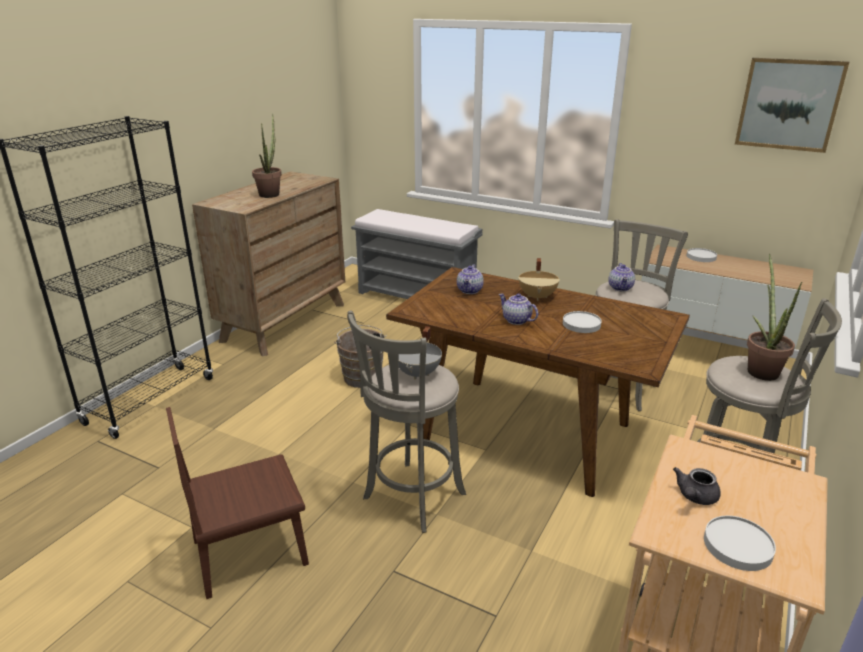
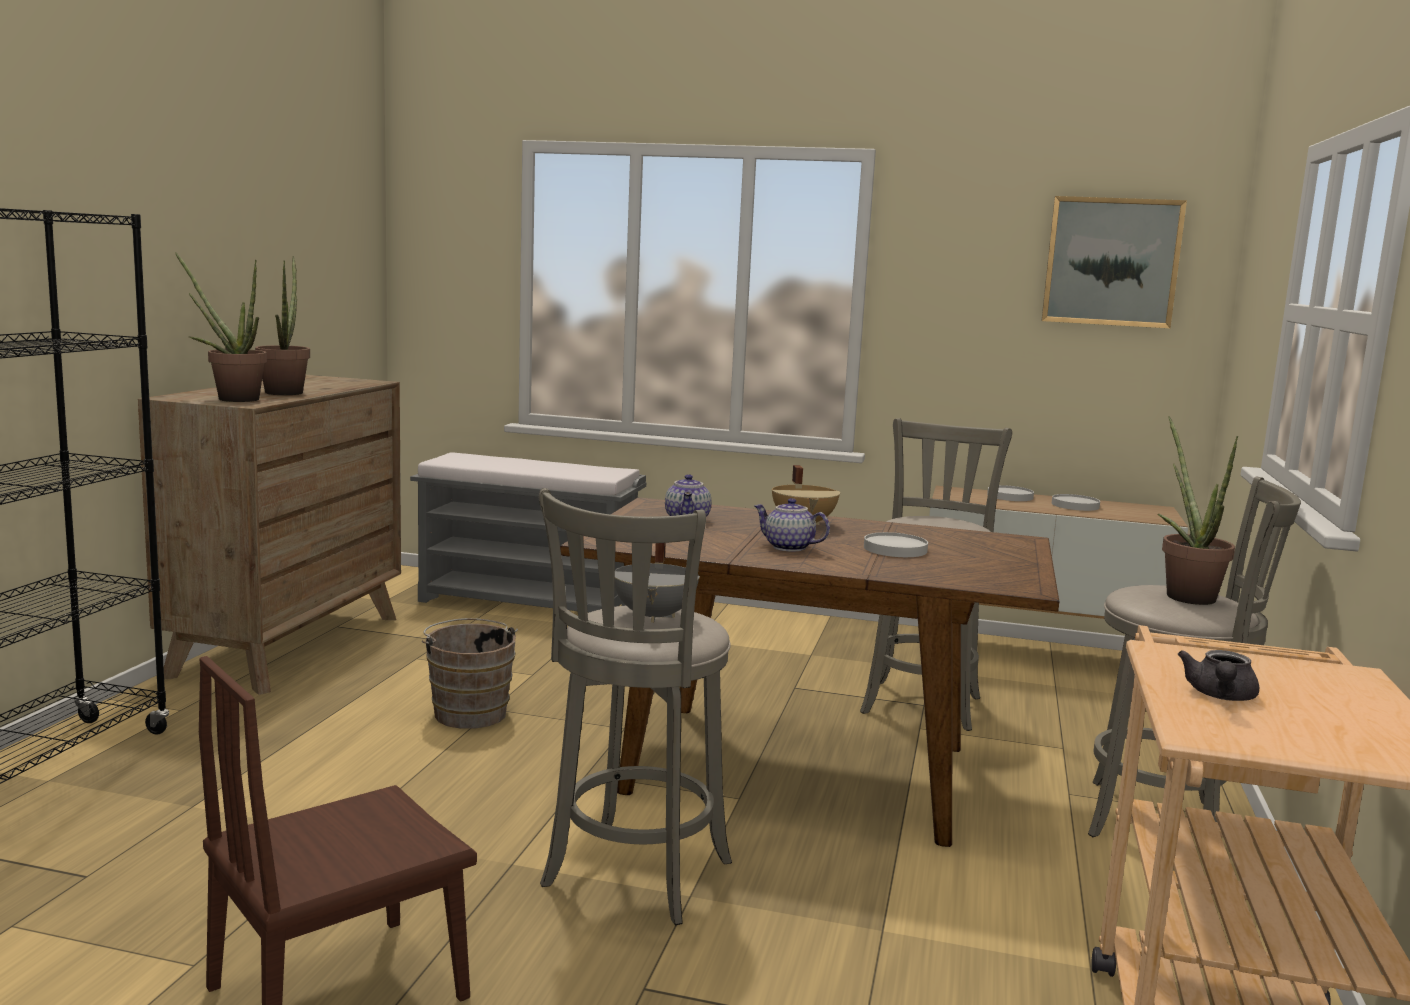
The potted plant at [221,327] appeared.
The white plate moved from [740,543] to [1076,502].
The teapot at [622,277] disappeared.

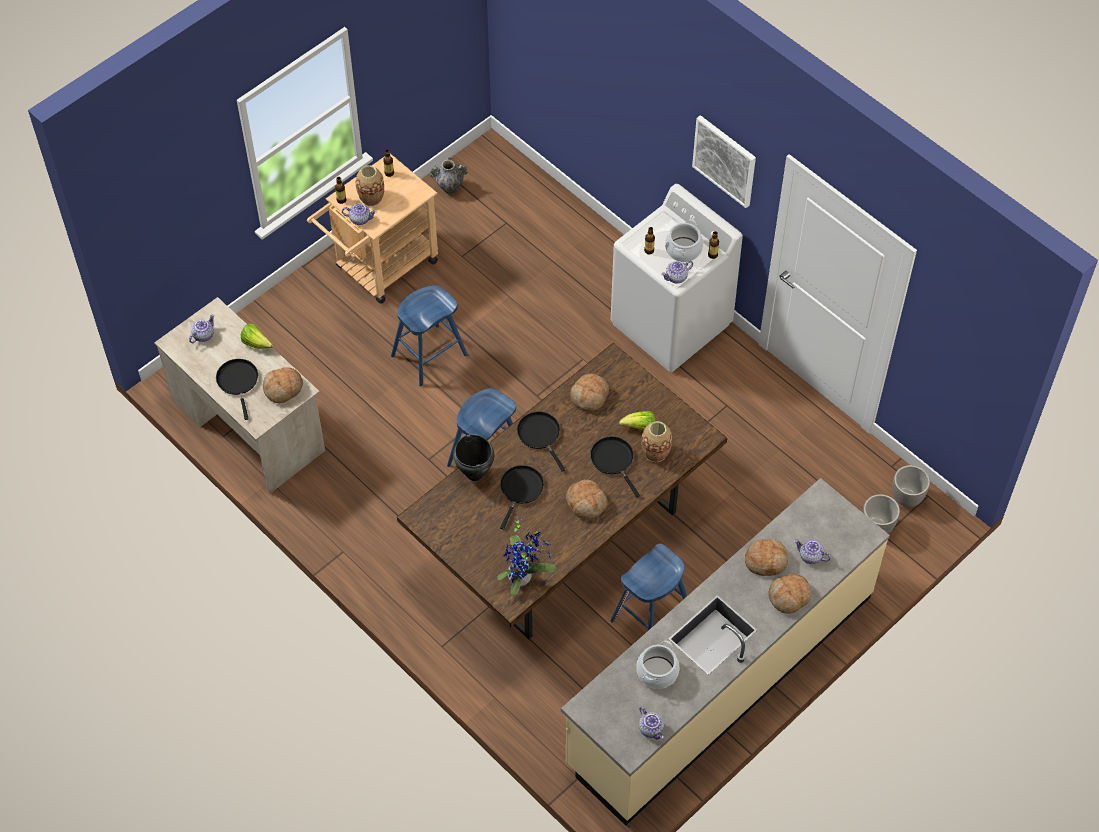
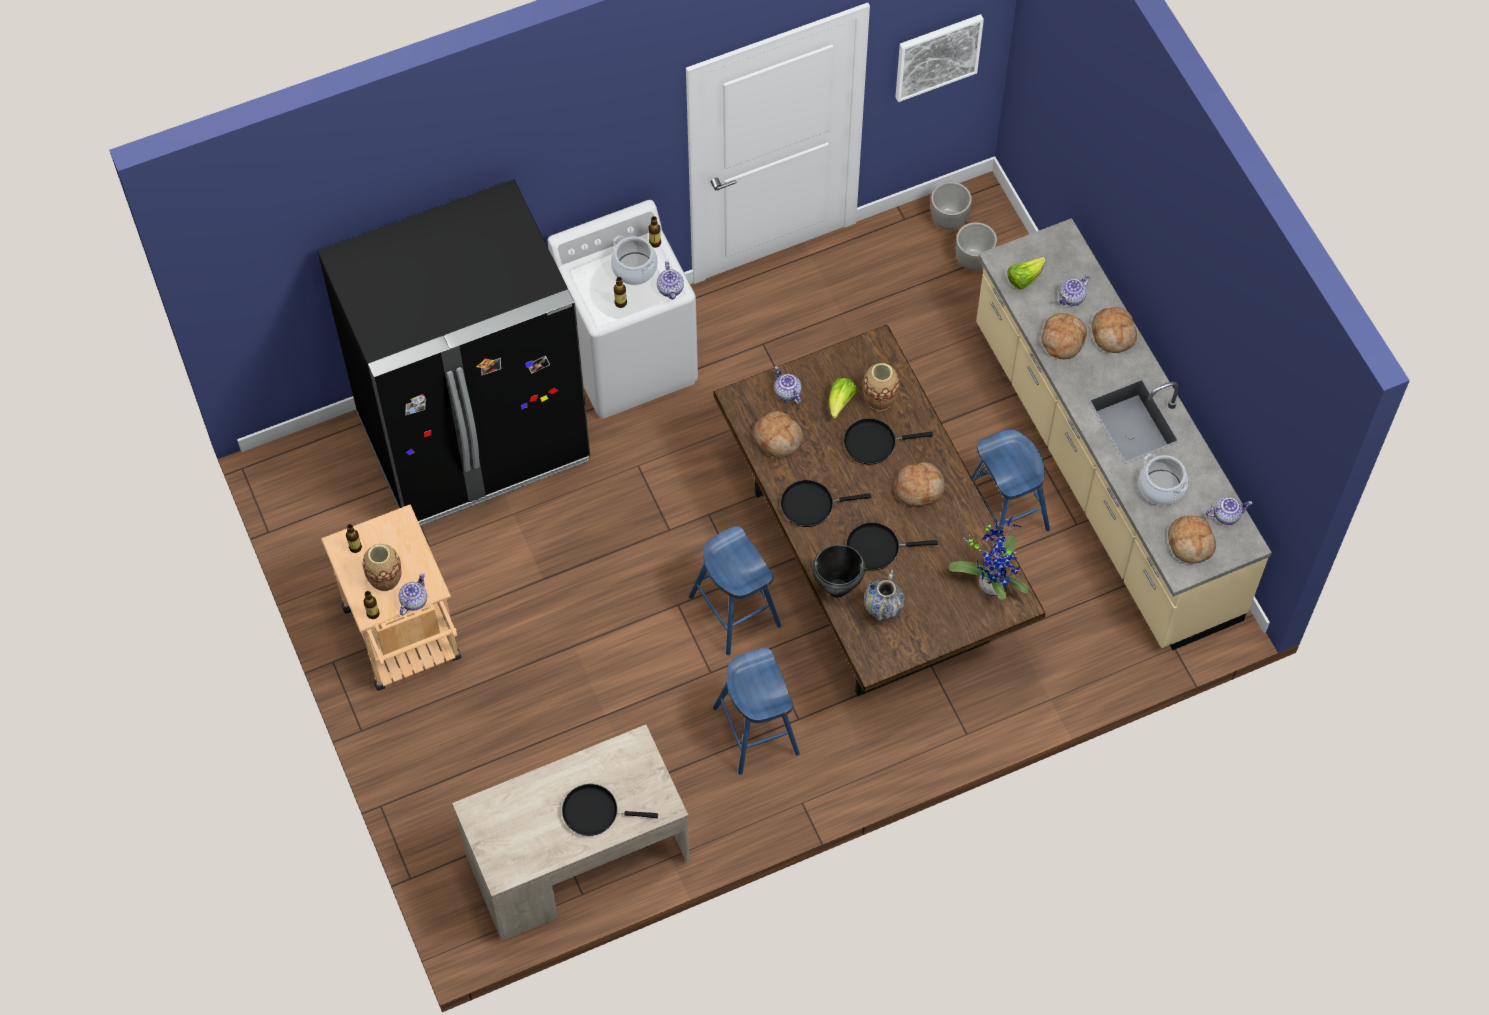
The black fridge at [453,352] appeared.
The blue stool moved from [429,336] to [756,711].
The teapot moved from [201,328] to [787,385].
The black frying pan at [522,497] turned 45 degrees counterclockwise.
The vase moved from [449,176] to [884,595].
The picture moved from [724,161] to [939,58].
The lettuce moved from [257,336] to [1026,273].
The bread moved from [283,385] to [1192,539].

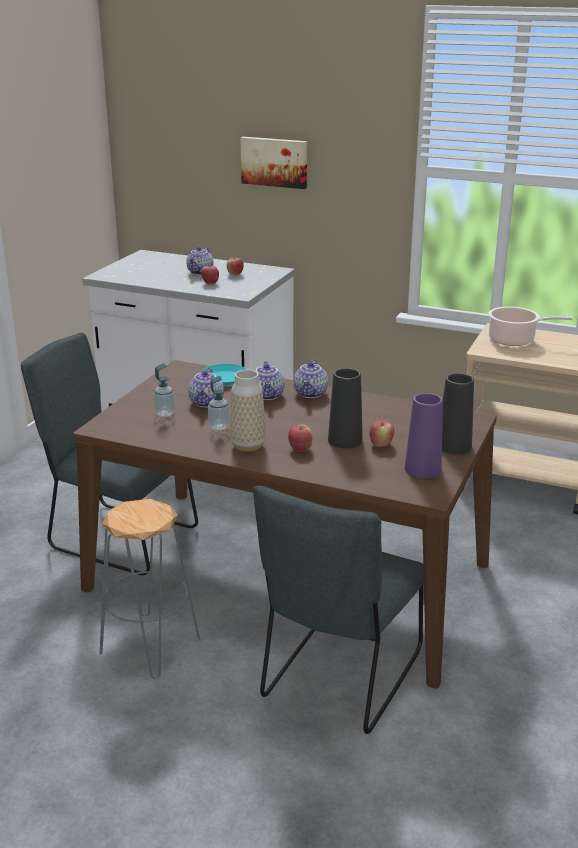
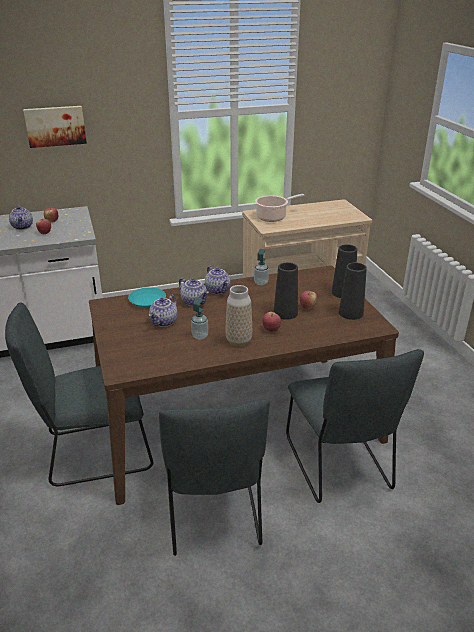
The teapot at [206,388] turned 60 degrees clockwise.
The grey stool at [150,589] was replaced by the grey chair at [214,477].
The soap dispenser moved from [164,390] to [261,267].
The purple vase at [424,435] became the black vase at [353,291].

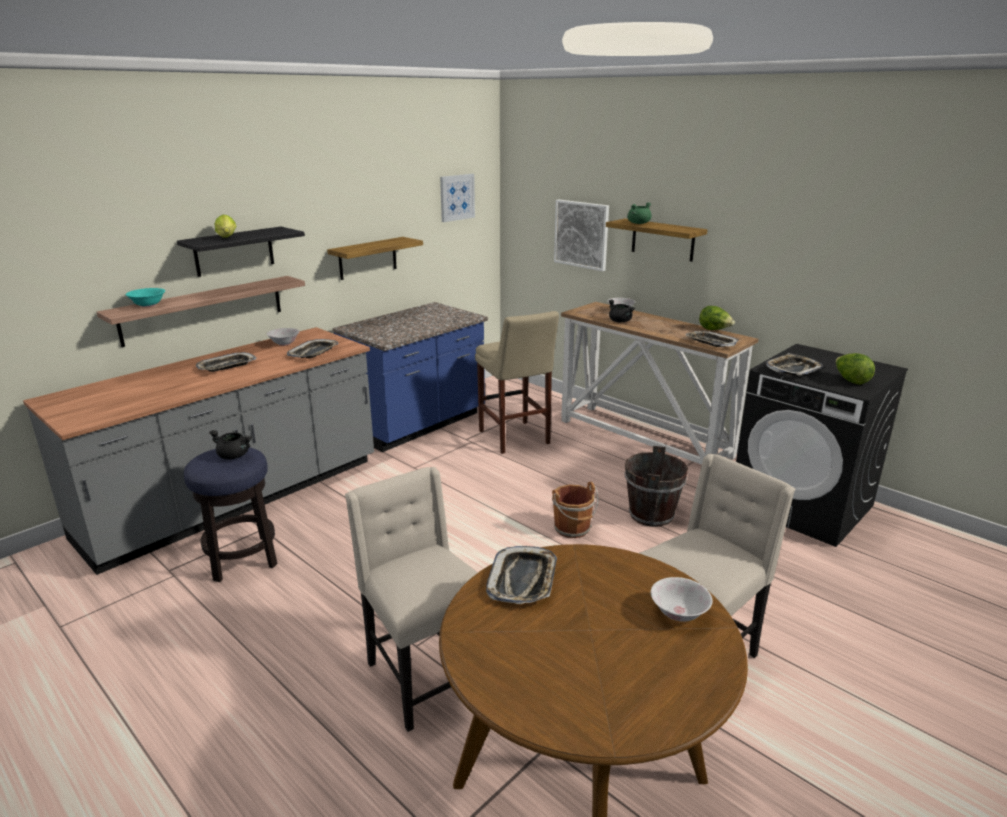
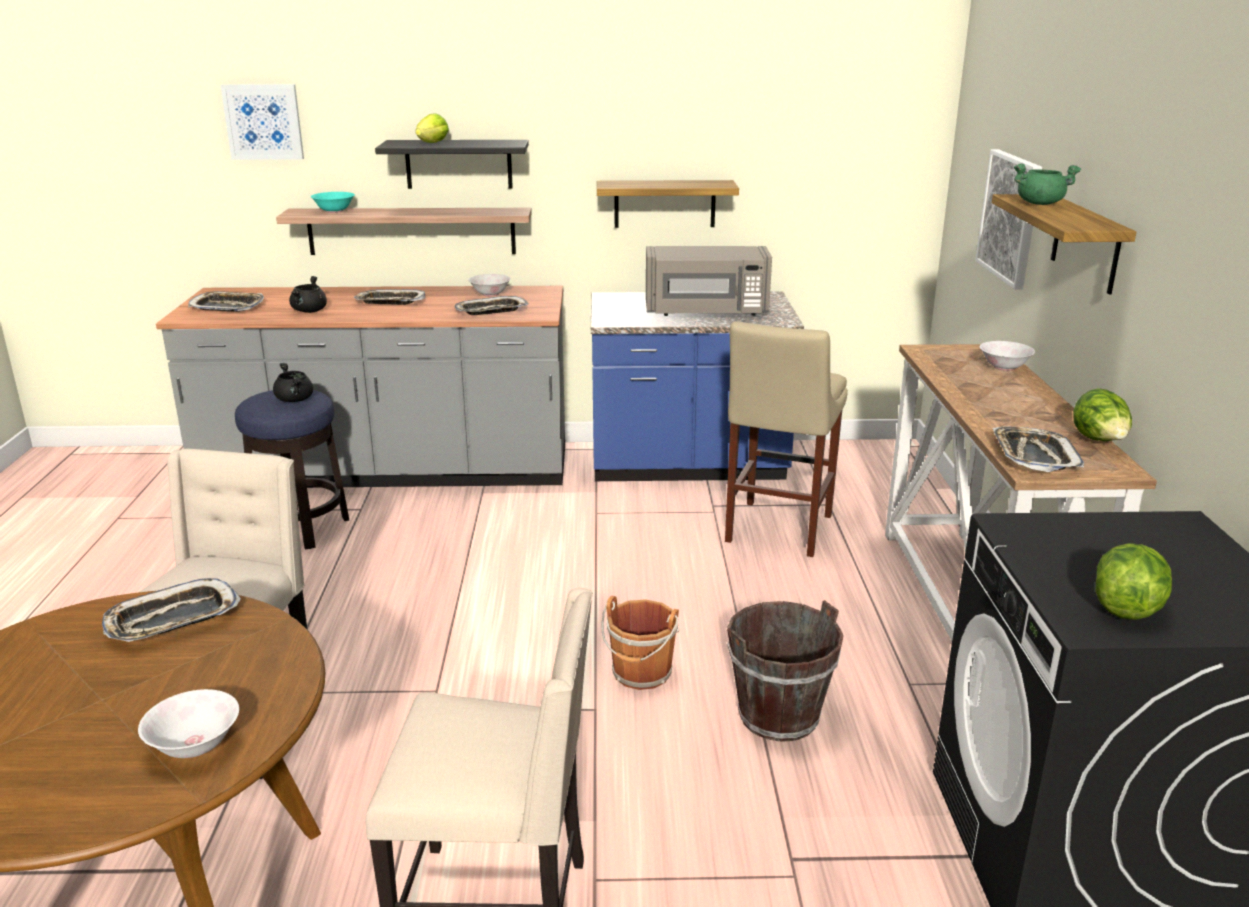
The tray moved from [794,364] to [226,301].
The picture moved from [457,198] to [262,122].
The black cooking pot moved from [621,310] to [308,294].
The grey microwave at [709,281] appeared.

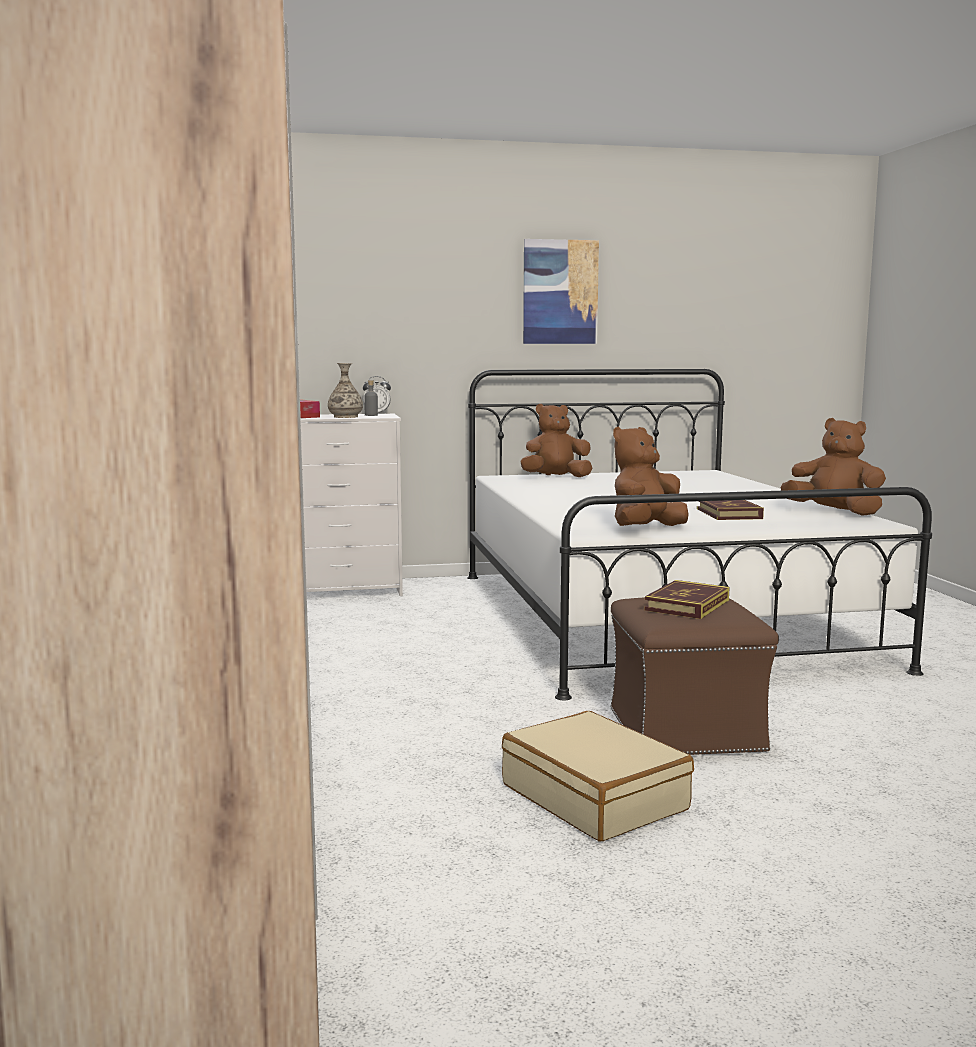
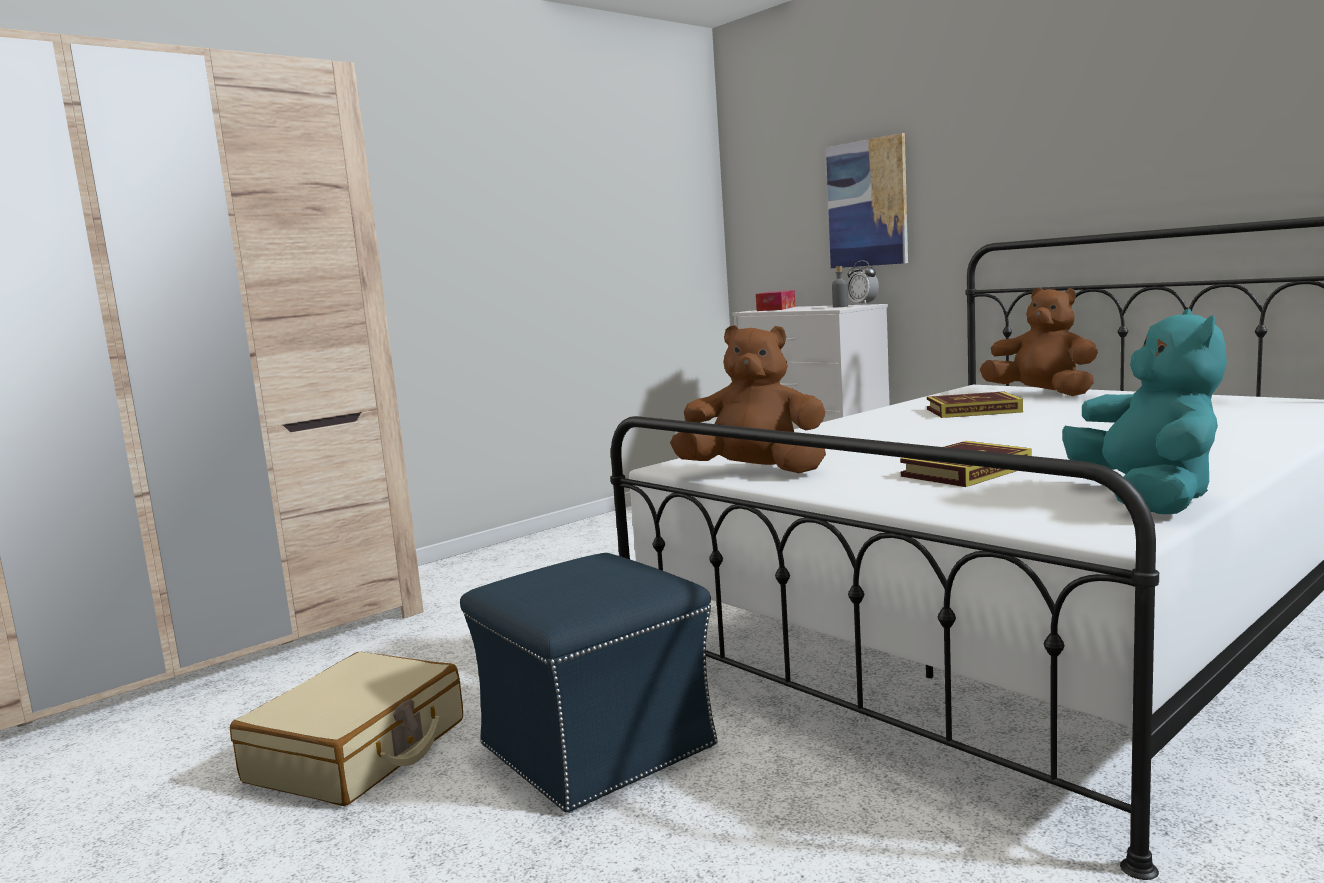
The brown ottoman at [695,676] became the blue ottoman at [589,683].
The picture moved from [561,291] to [867,200].
The book moved from [686,599] to [975,404].
The brown plush toy at [833,467] became the turquoise plush toy at [1144,411].
The vase at [345,390] disappeared.

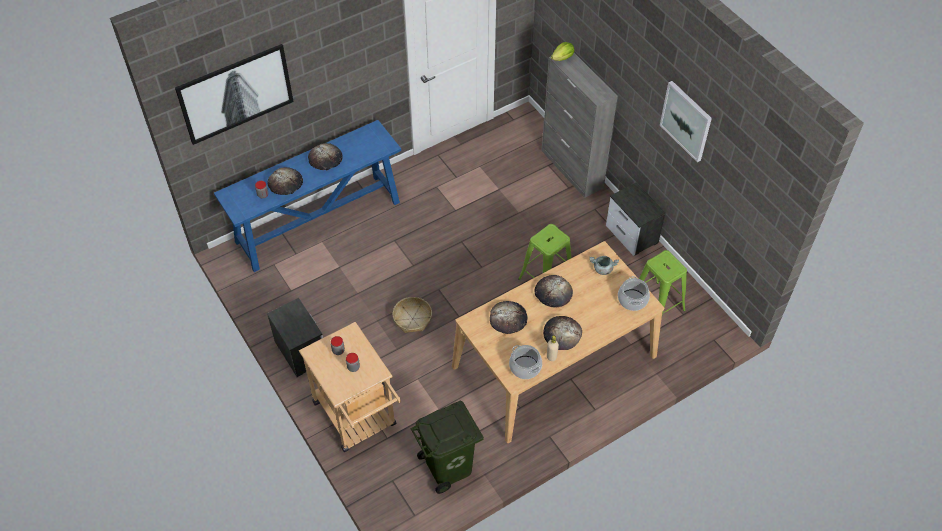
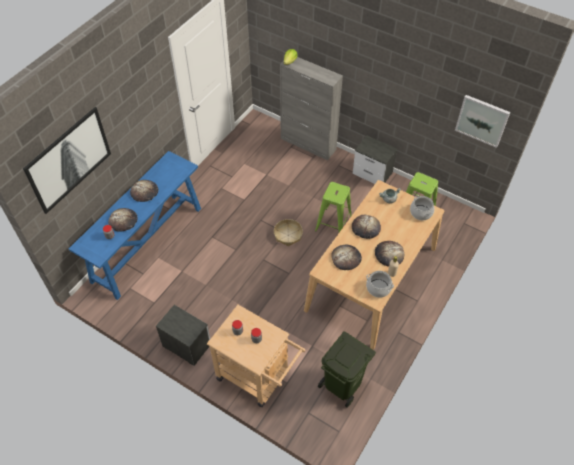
The basket moved from [412,315] to [288,232].
The picture moved from [686,121] to [482,121].

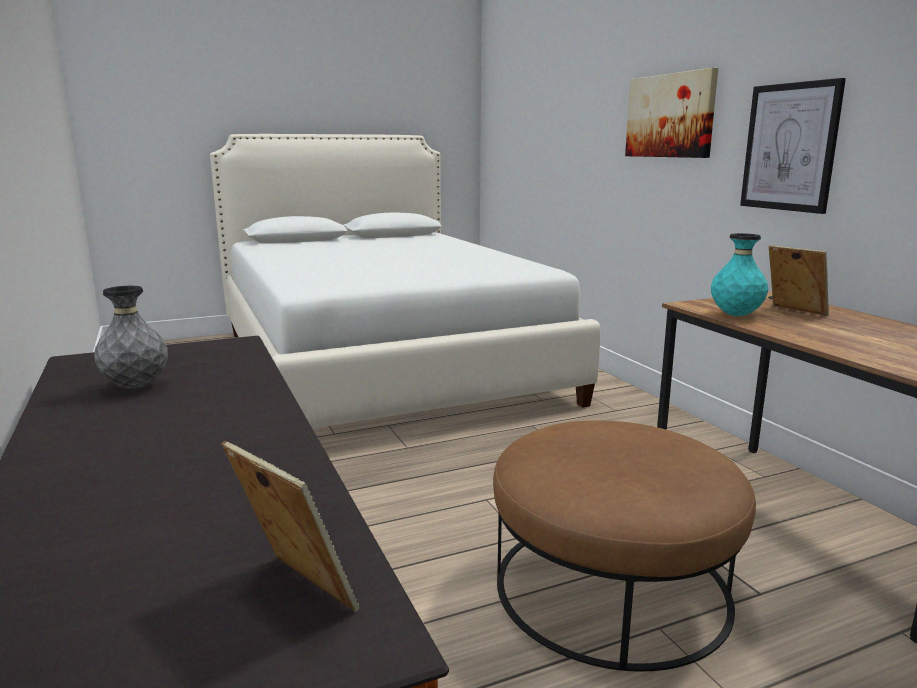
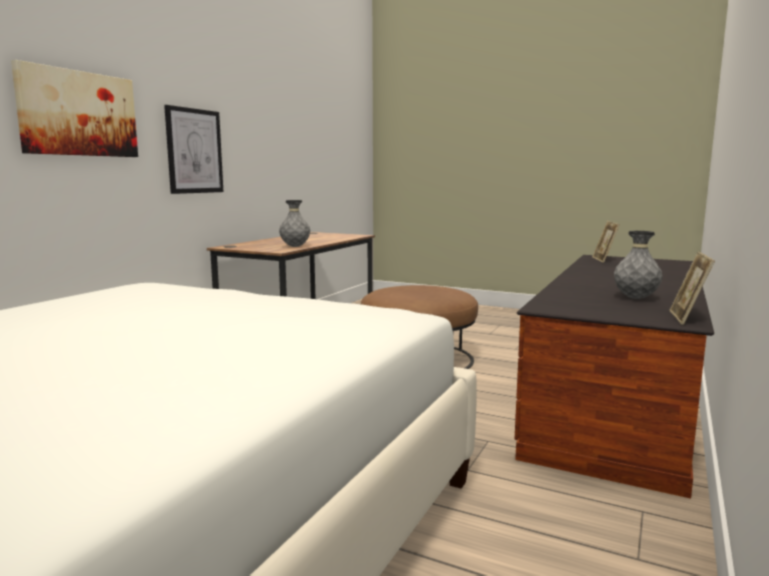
The turquoise vase at [739,274] became the grey vase at [294,223].
The picture frame moved from [799,280] to [692,288].

